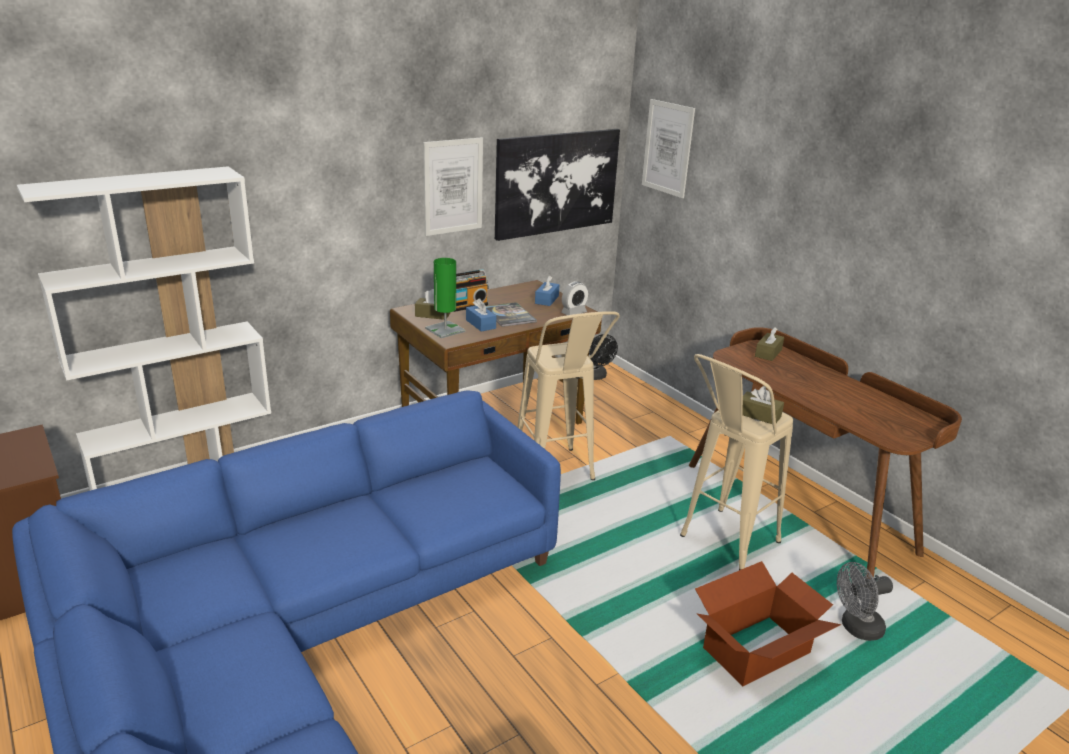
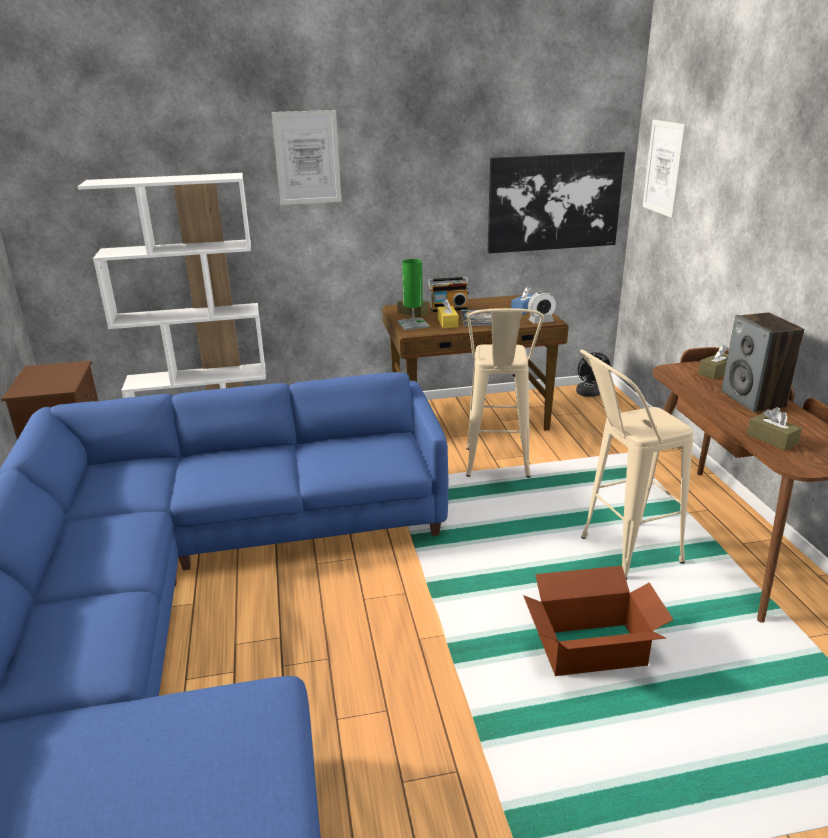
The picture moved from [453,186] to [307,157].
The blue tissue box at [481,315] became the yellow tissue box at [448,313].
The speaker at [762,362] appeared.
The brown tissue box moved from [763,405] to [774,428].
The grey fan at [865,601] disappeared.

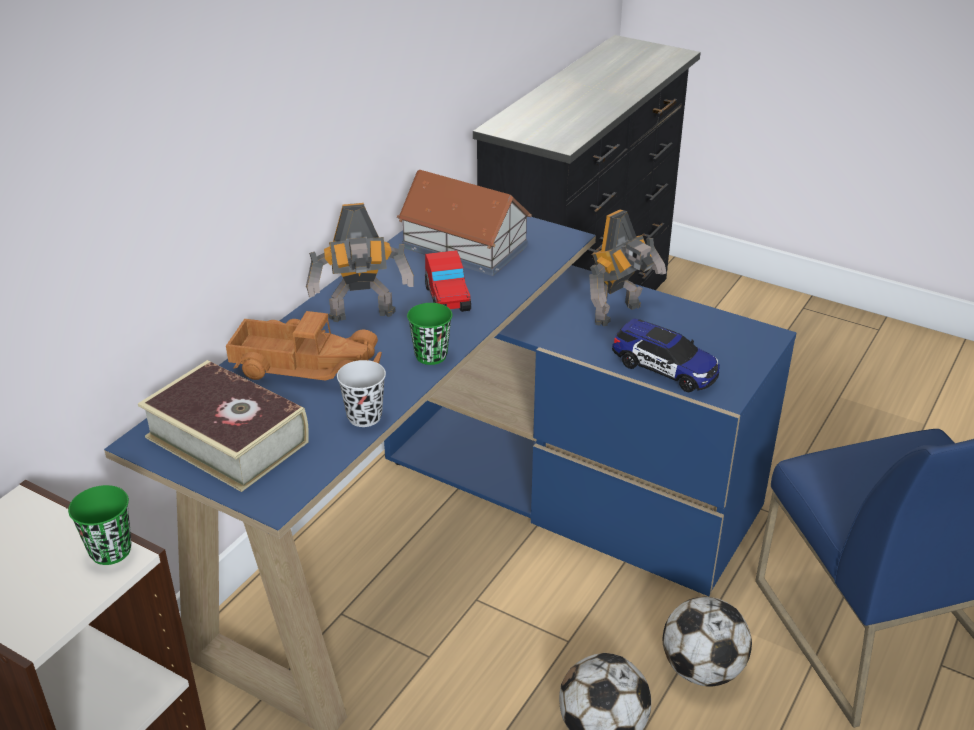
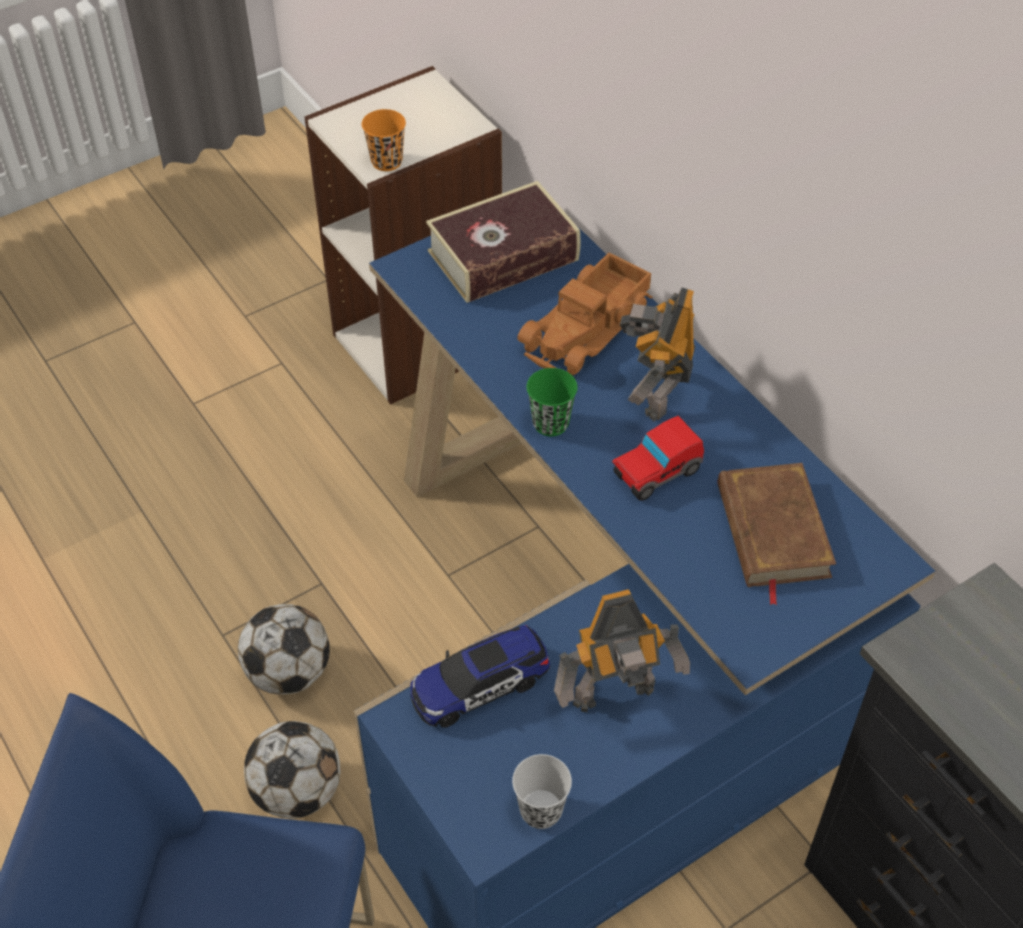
The green cup at [100,525] became the orange cup at [384,140].
The black cup moved from [361,393] to [542,791].
The toy robot at [627,267] turned 90 degrees counterclockwise.
The toy car at [448,281] turned 45 degrees counterclockwise.
The toy house at [464,223] was replaced by the brown book at [777,534].

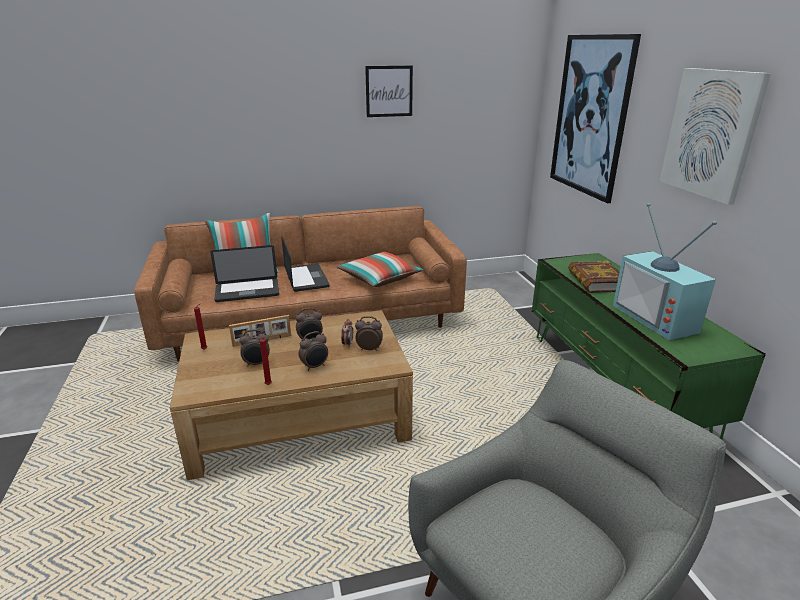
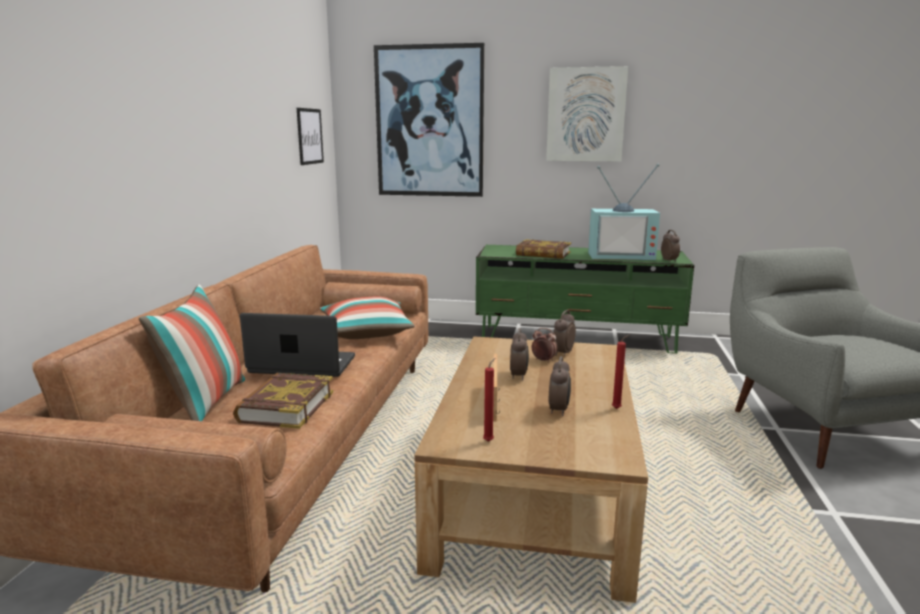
The laptop at [244,273] was replaced by the book at [283,401].
The picture moved from [389,91] to [310,136].
The alarm clock moved from [313,351] to [670,246].

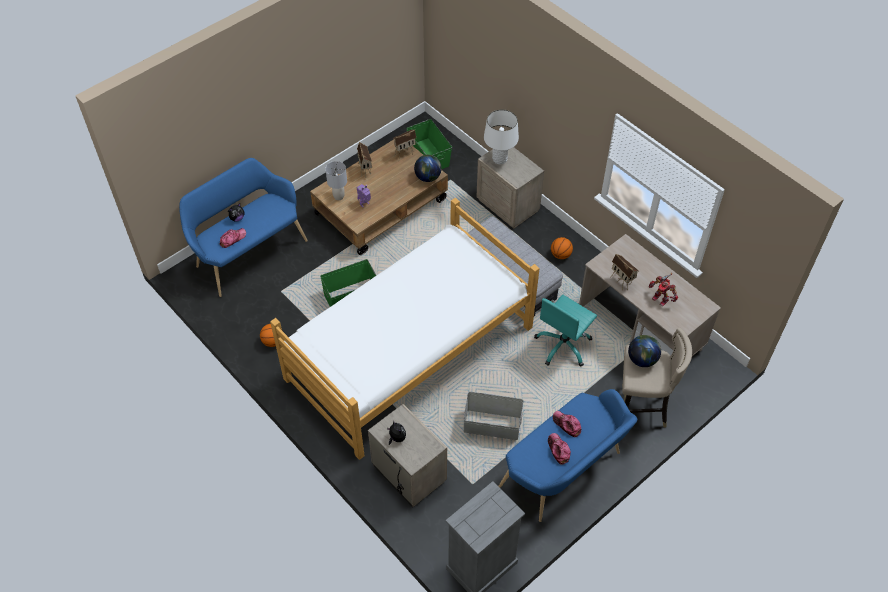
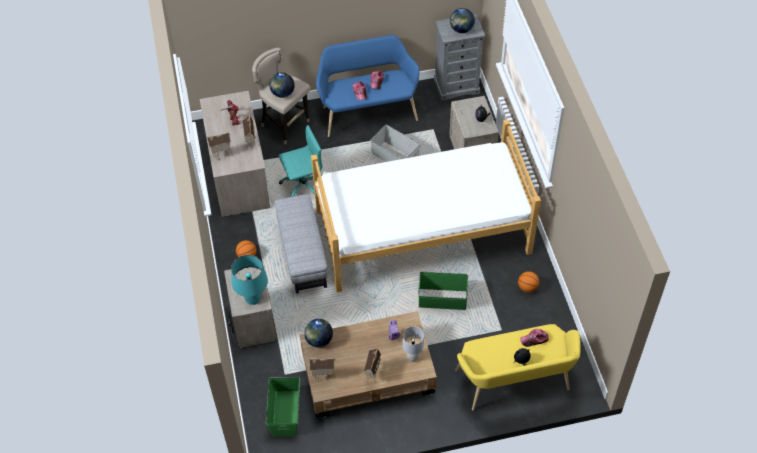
The toy house at [220,146] appeared.
The white table lamp at [501,137] became the turquoise table lamp at [249,280].
The globe at [462,20] appeared.
The blue bench at [243,227] became the yellow bench at [518,367].

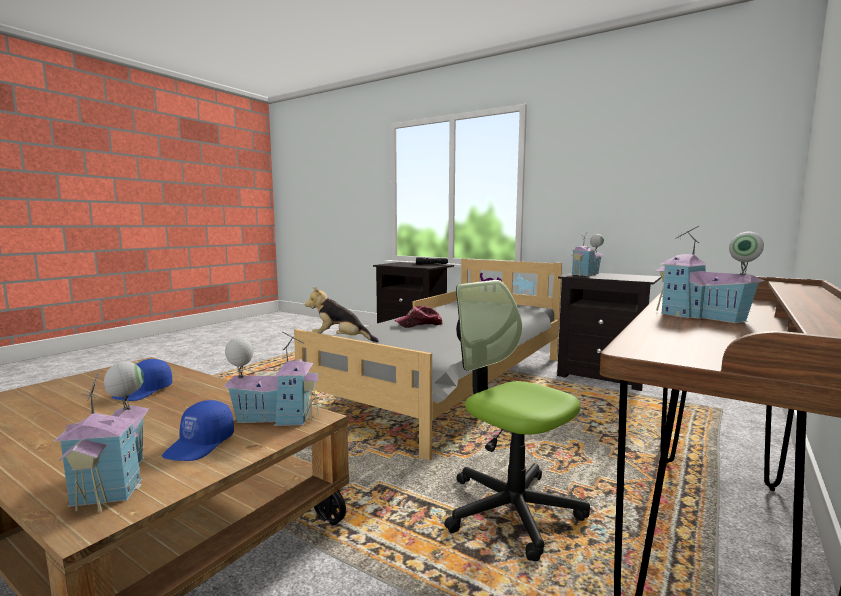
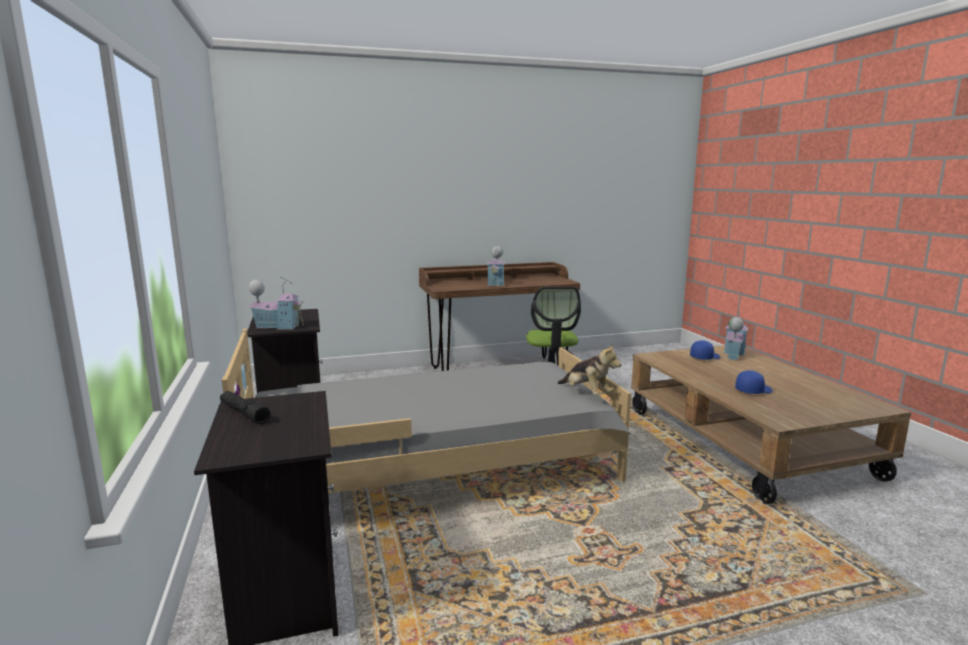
The toy house at [272,379] disappeared.
The cap at [419,317] disappeared.

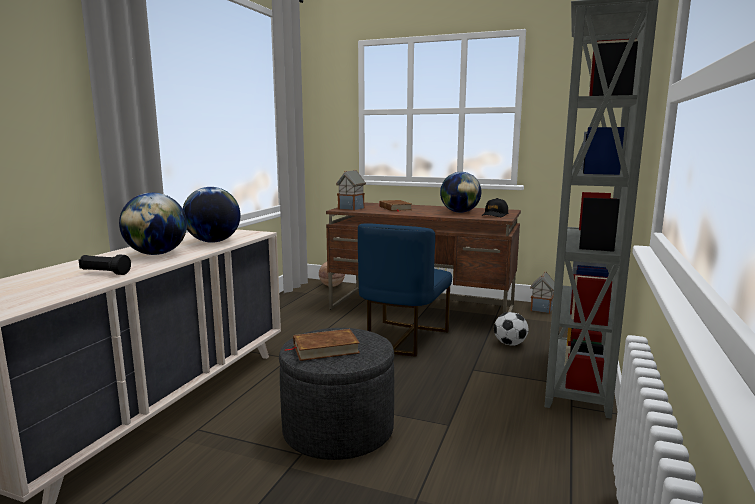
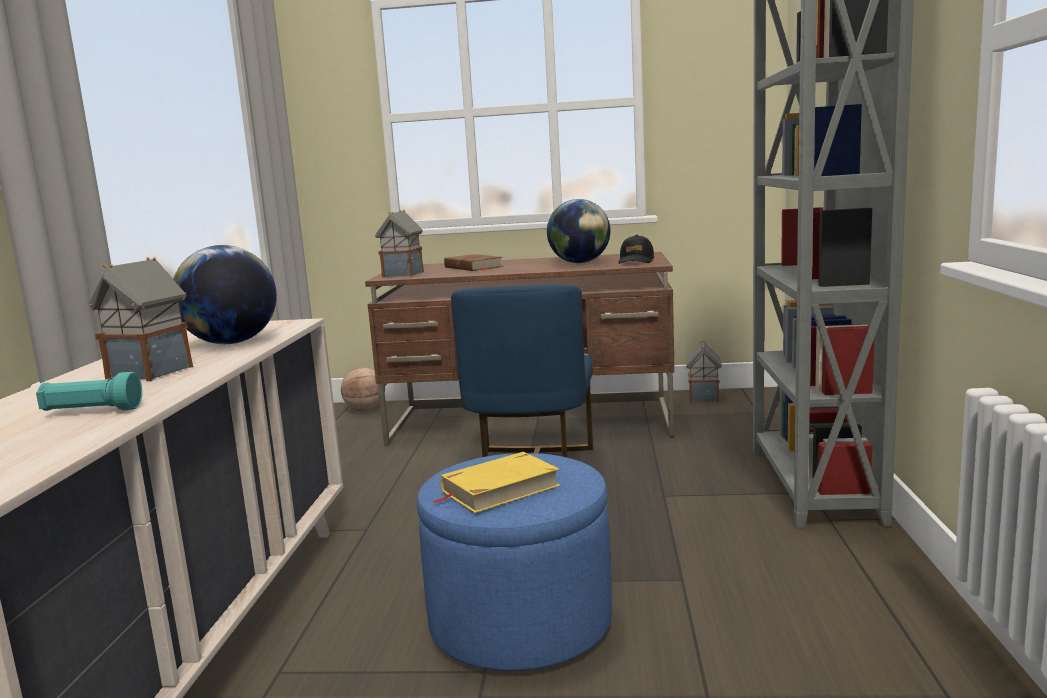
The black flashlight at [105,264] became the turquoise flashlight at [89,391].
The globe at [153,224] was replaced by the toy house at [140,319].
The grey ottoman at [336,394] became the blue ottoman at [514,562].
The brown book at [322,345] became the yellow book at [497,482].
The football at [511,329] disappeared.

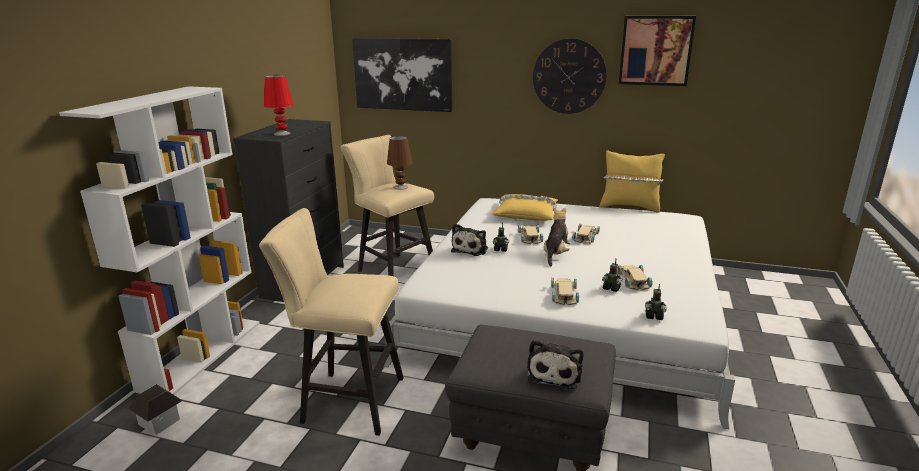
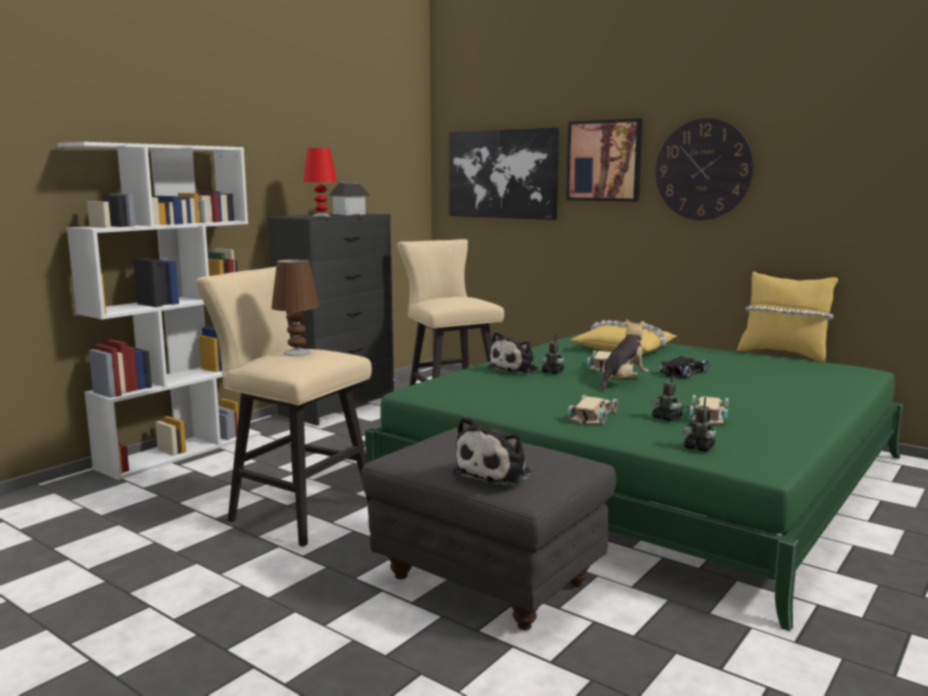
The brown table lamp moved from [399,163] to [295,307].
The toy house moved from [156,409] to [349,198].
The white bed at [559,313] became the green bed at [632,482].
The picture moved from [657,51] to [604,160].
The beige toy car at [586,234] became the black toy car at [684,367].

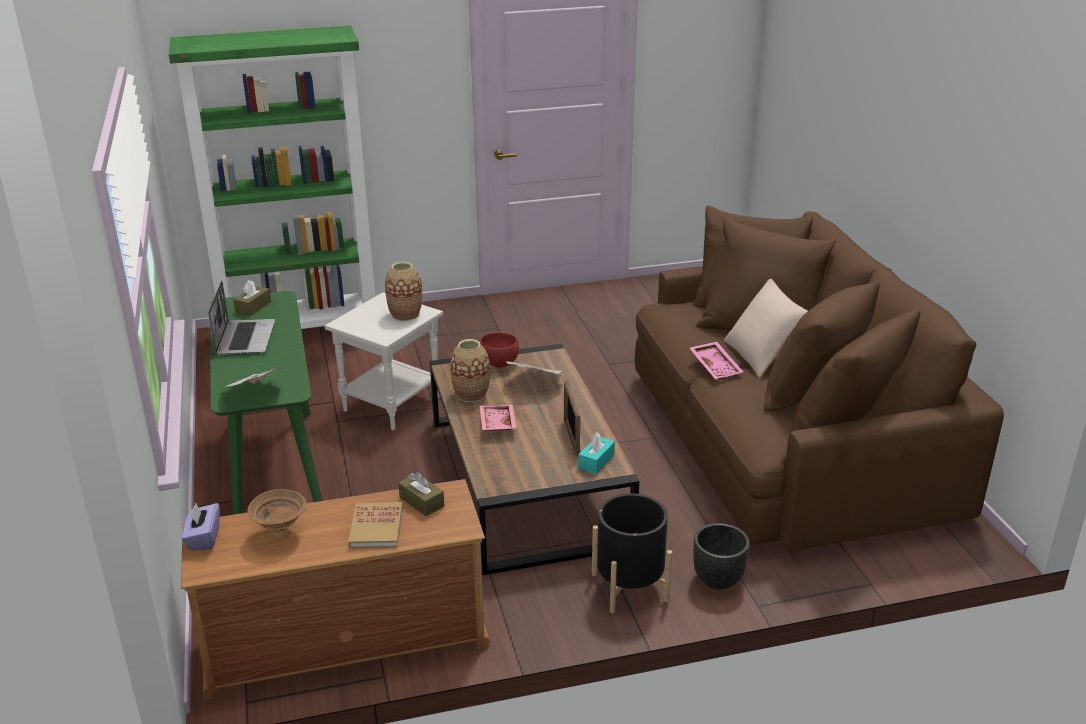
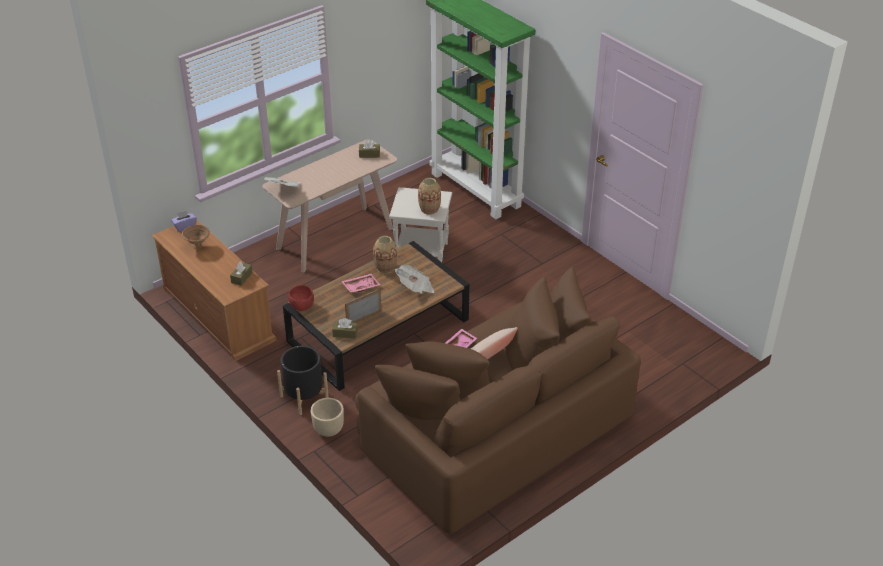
The green console table at [266,403] became the beige console table at [329,206].
The red bowl moved from [499,350] to [301,298].
The black planter at [721,556] became the beige planter at [327,417].
The turquoise tissue box at [596,453] became the brown tissue box at [345,328].
The laptop at [241,318] disappeared.
The book at [375,525] disappeared.

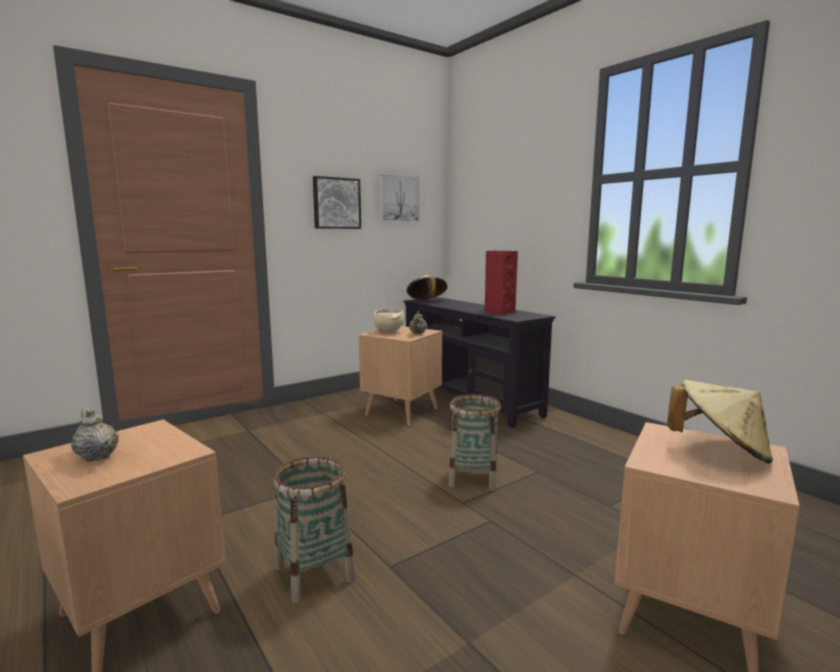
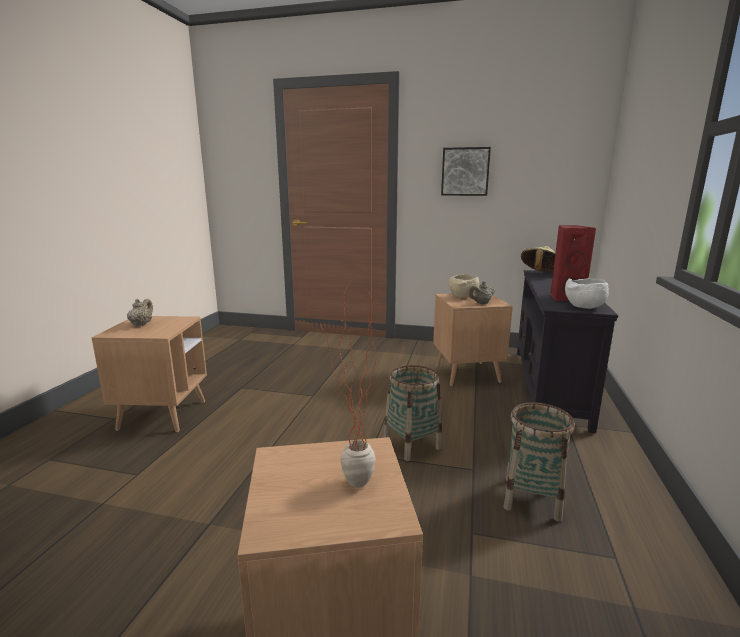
The beige hat at [720,421] was replaced by the potted plant at [349,384].
The basket moved from [314,529] to [539,462].
The white bowl at [587,293] appeared.
The picture at [399,198] disappeared.

